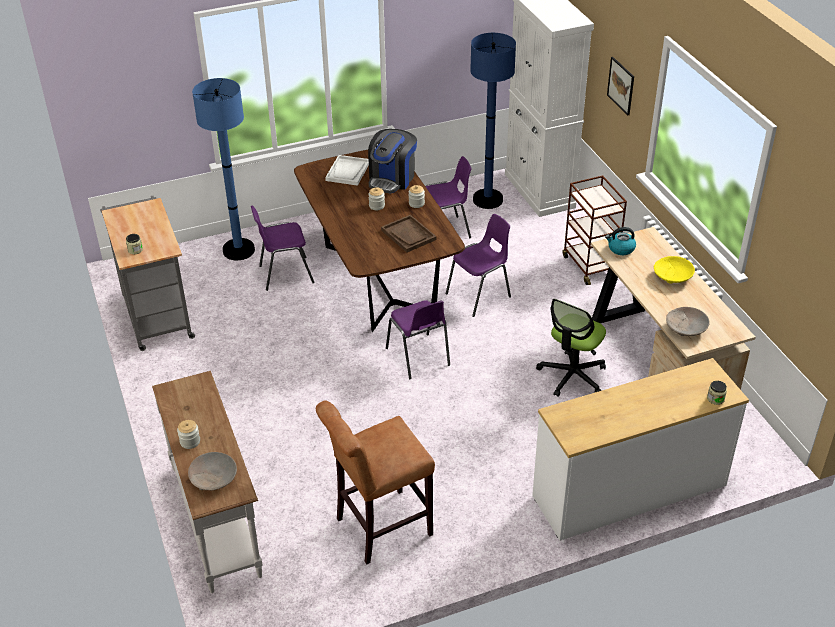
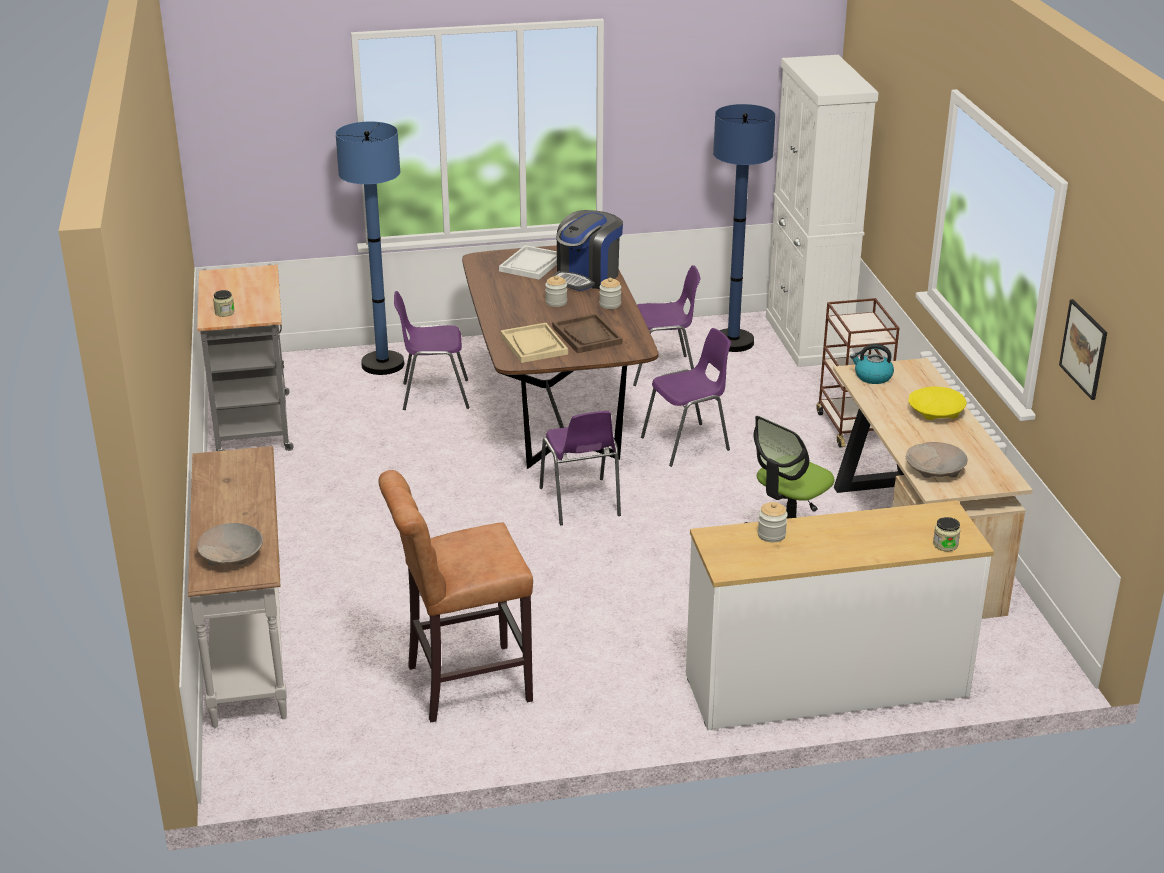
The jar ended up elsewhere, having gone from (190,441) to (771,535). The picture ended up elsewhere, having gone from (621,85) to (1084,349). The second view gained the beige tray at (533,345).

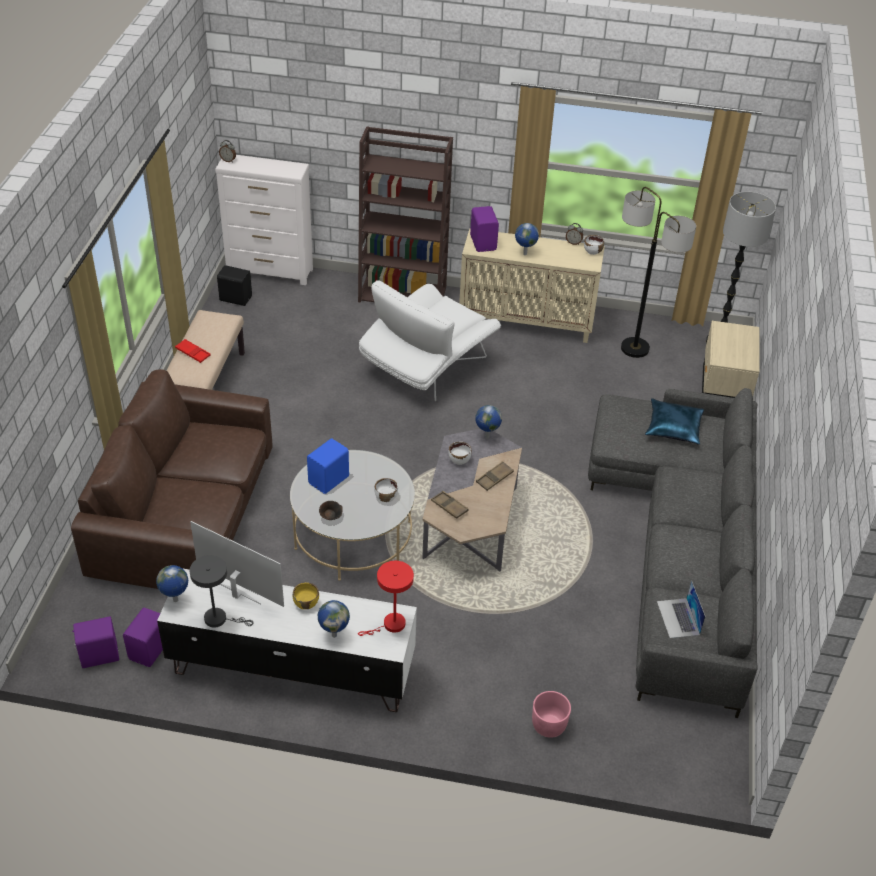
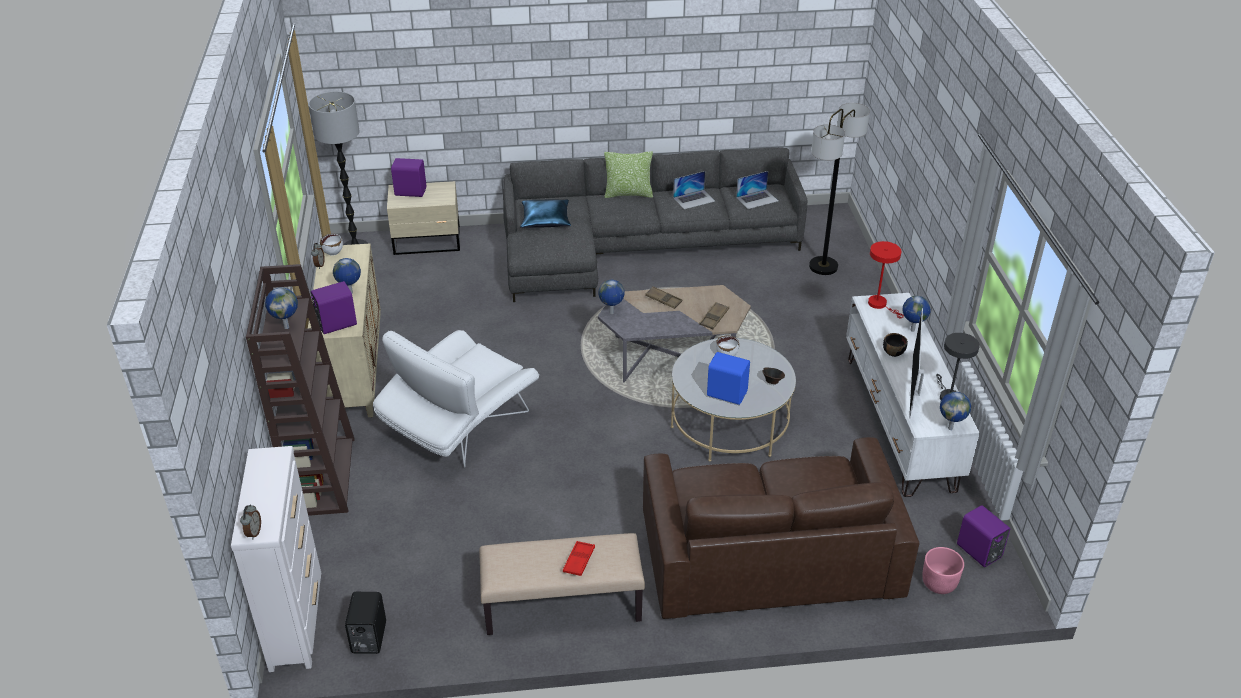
The purple speaker ended up elsewhere, having gone from (150,650) to (410,191). What was the yellow bowl at (306,603) turned into the black bowl at (893,352). The white armchair at (427,367) ended up facing another way, 105 degrees clockwise from before. The second view lost the white bowl at (459,460). The pink planter ended up elsewhere, having gone from (548,725) to (938,583). The floor lamp ended up elsewhere, having gone from (635,348) to (823,266). The second view gained the globe at (286,327). The second view gained the pillow at (628,194). The second view gained the laptop at (694,199).

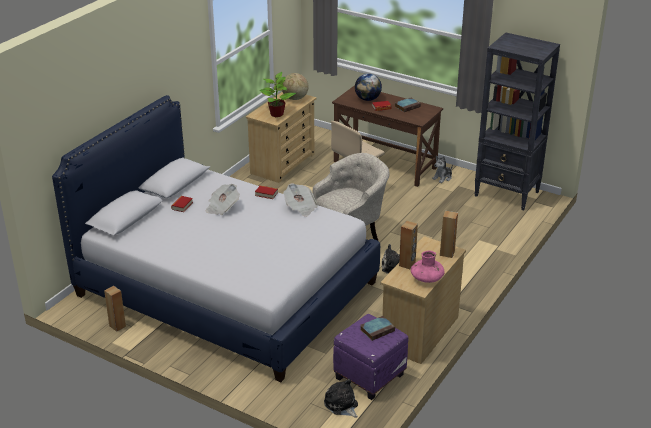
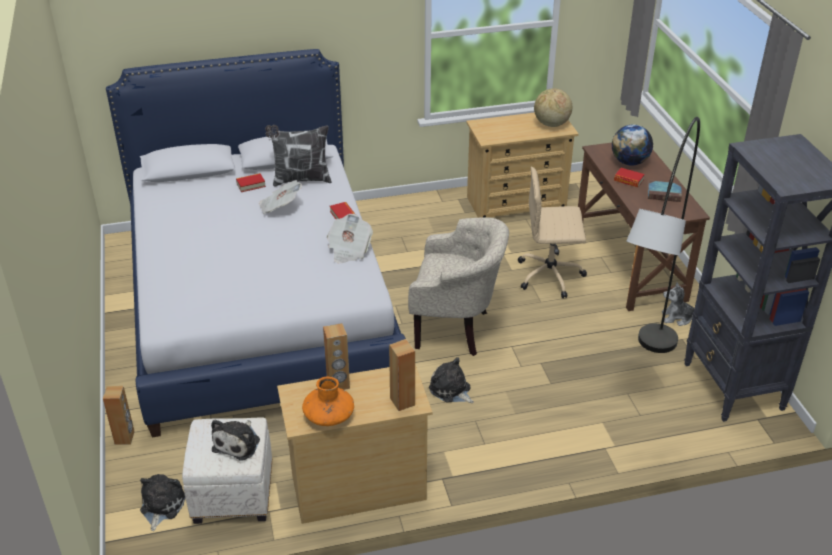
The brown speaker ended up elsewhere, having gone from (117,326) to (125,437). The second view lost the potted plant at (277,114). What was the purple ottoman at (369,375) turned into the white ottoman at (234,495). Where the book stood at (377,330), the plush toy came to stand at (238,443). What was the pink vase at (427,278) turned into the orange vase at (329,416). The second view gained the pillow at (300,179). The second view gained the grey floor lamp at (639,386).

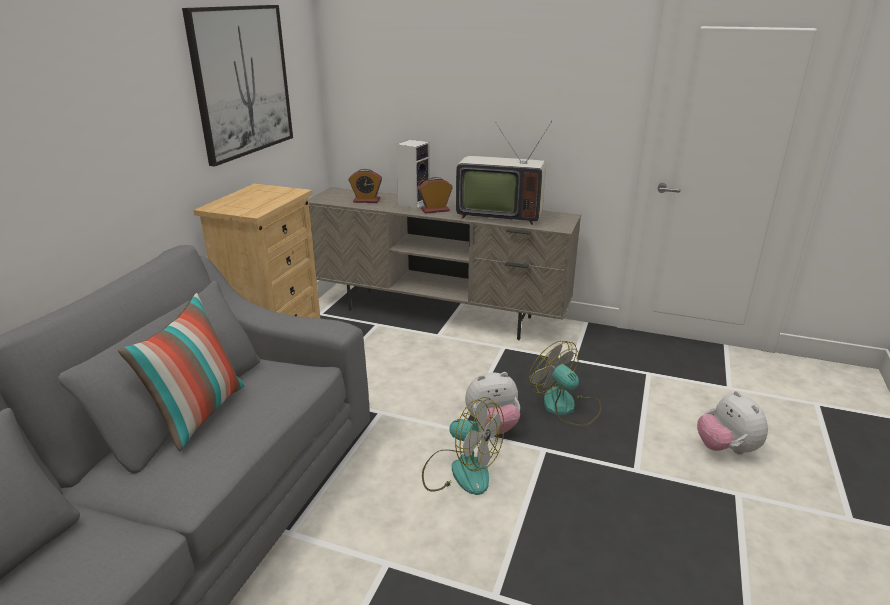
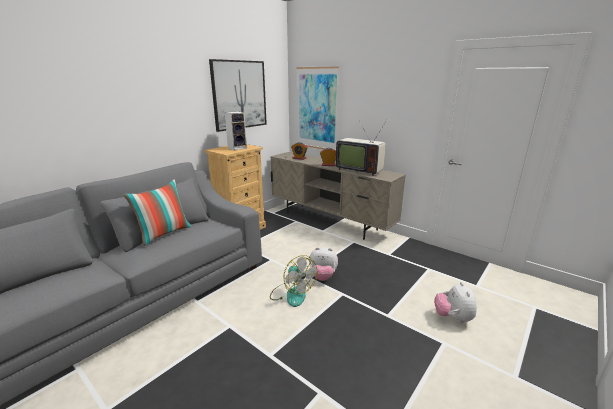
The speaker ended up elsewhere, having gone from (414,203) to (237,148). The second view lost the fan at (566,407). The second view gained the picture at (317,109).

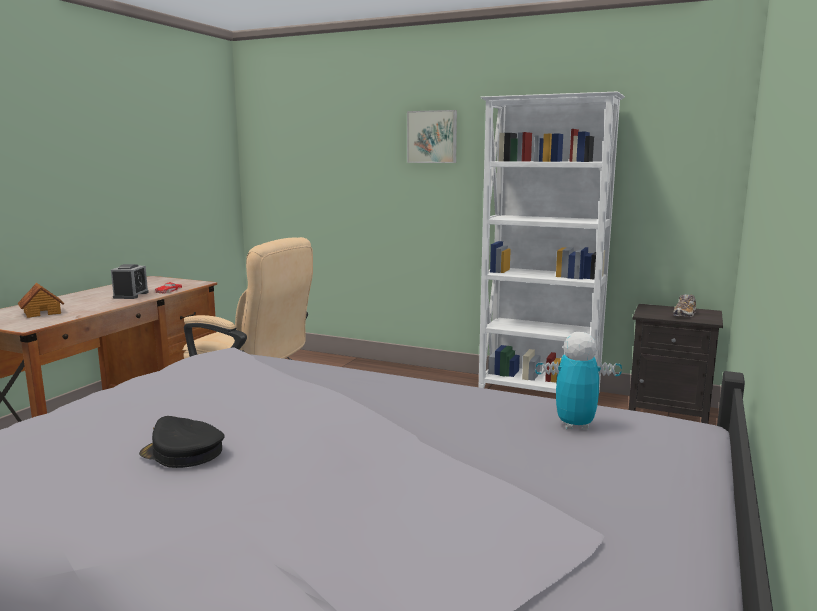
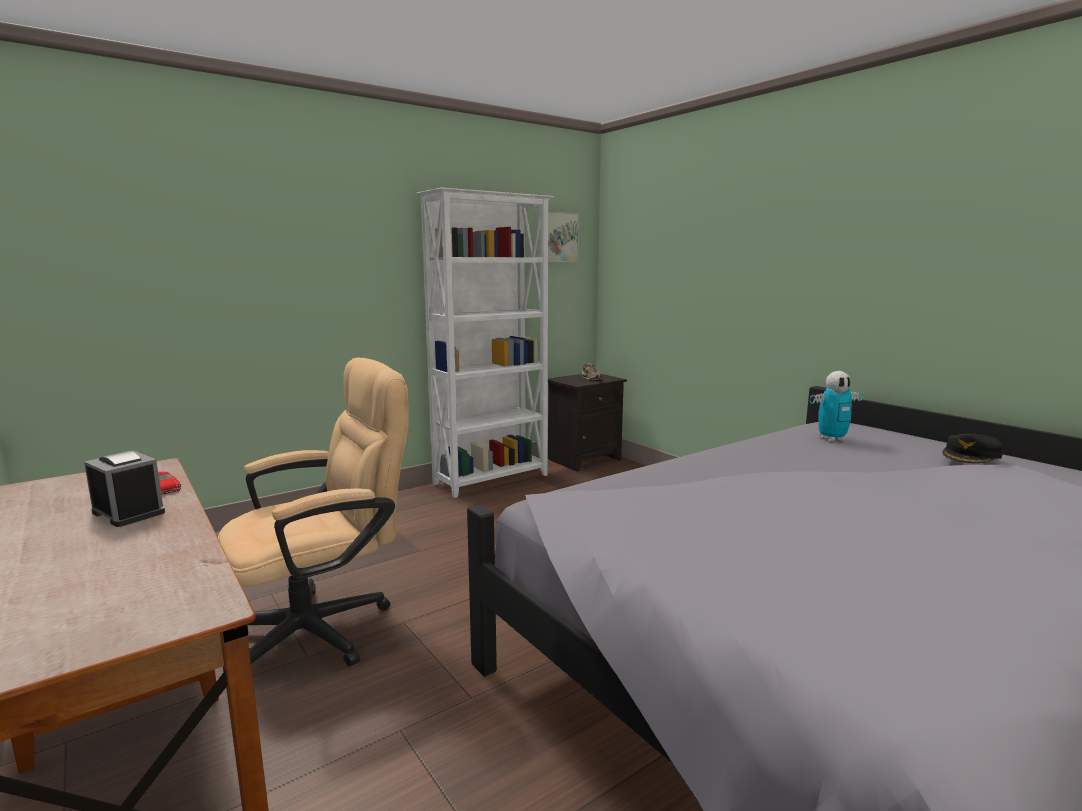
The second view lost the toy house at (42,312). The black cap ended up elsewhere, having gone from (182,453) to (971,455). The picture ended up elsewhere, having gone from (432,137) to (556,237). The toy robot at (574,425) ended up facing another way, 135 degrees counterclockwise from before.

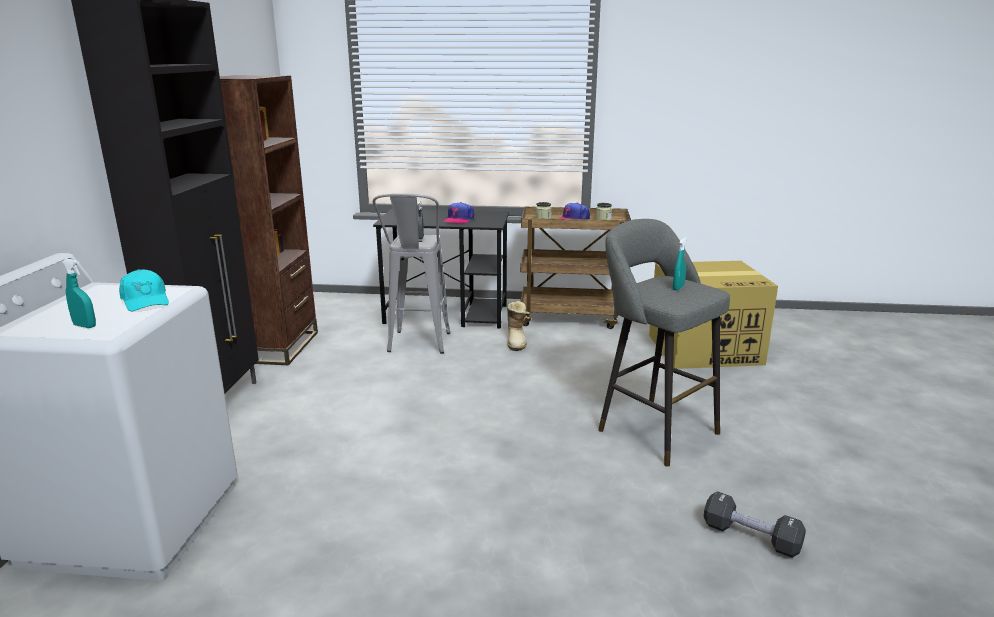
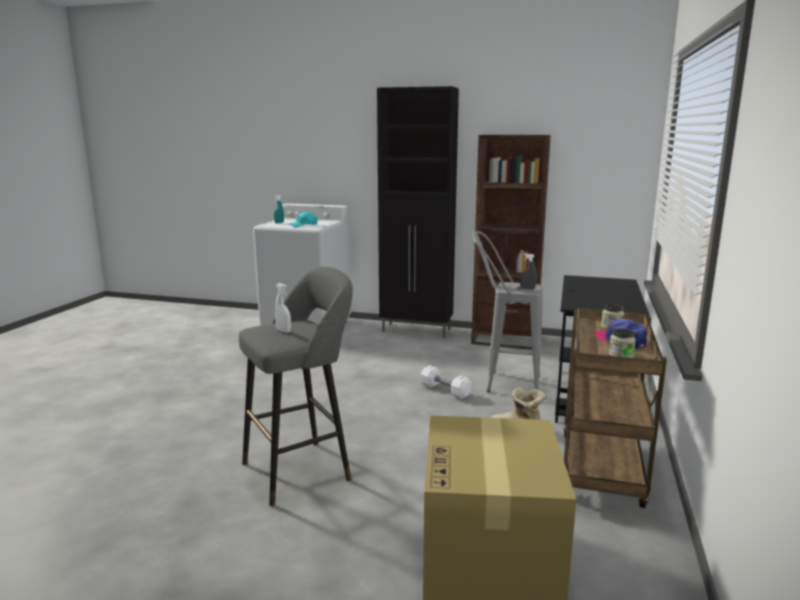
The second view lost the cap at (458,219). What was the turquoise spray bottle at (678,288) turned into the white spray bottle at (283,331). The second view lost the black dumbbell at (751,537). The second view gained the white dumbbell at (445,391).

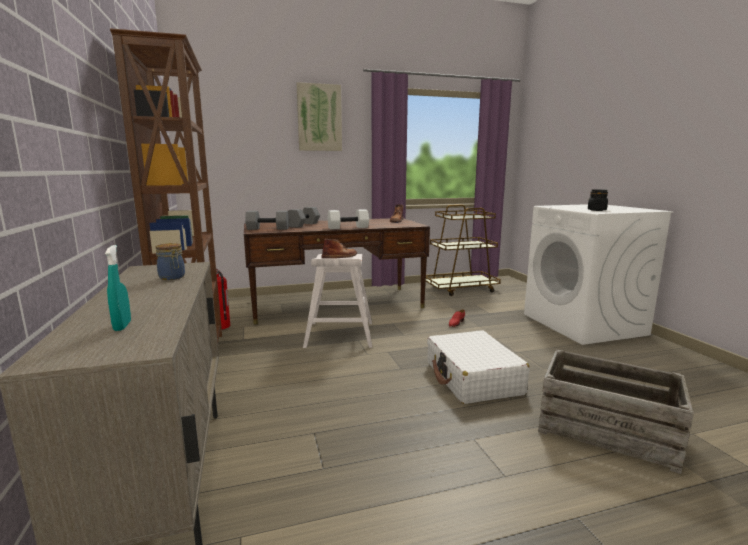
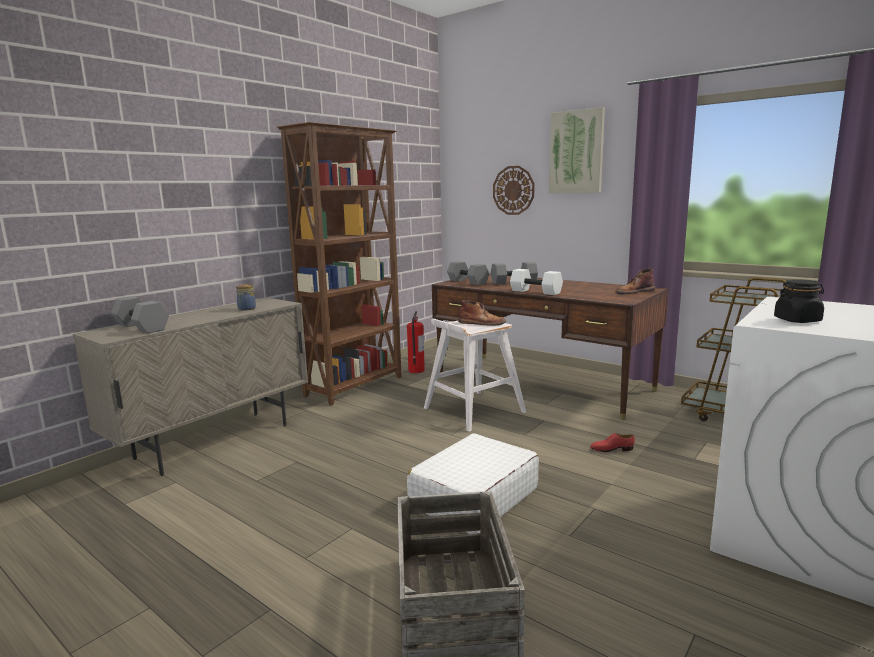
Where the turquoise spray bottle stood at (122,326), the grey dumbbell came to stand at (143,327). The second view gained the wall clock at (513,190).

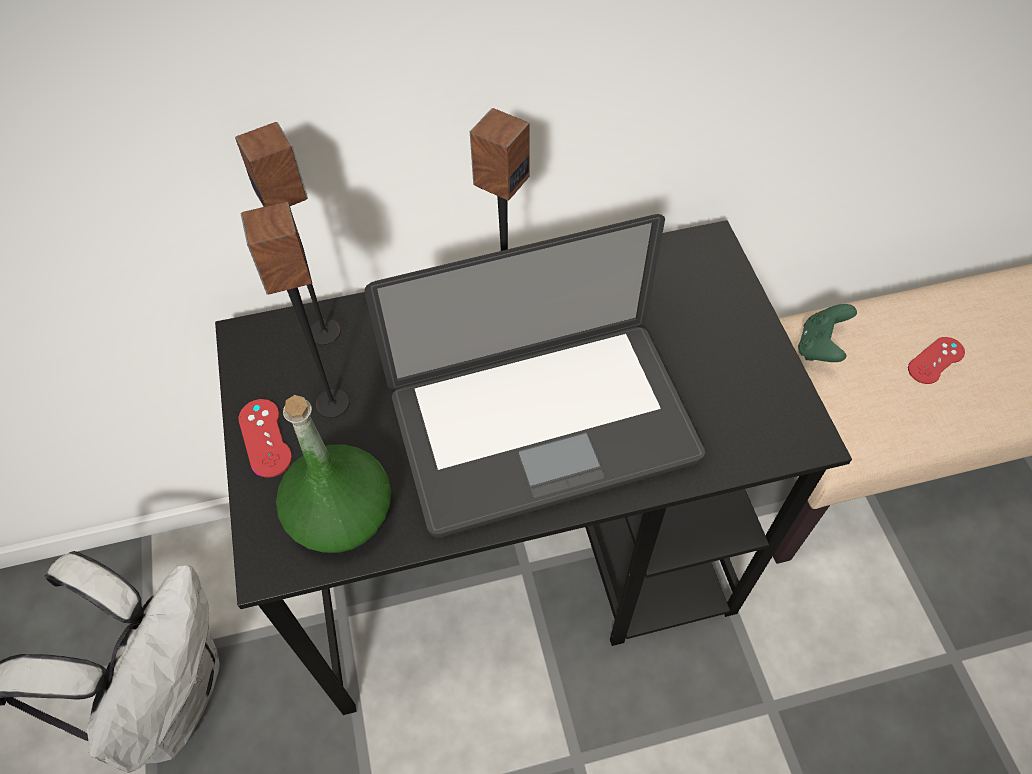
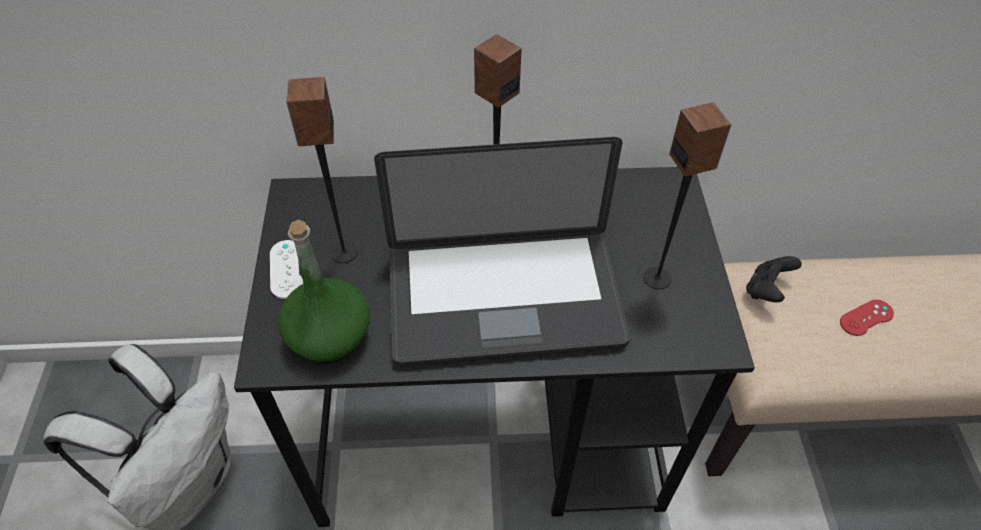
The speaker ended up elsewhere, having gone from (325,331) to (658,278). What was the red game controller at (265,438) turned into the white game controller at (286,269). What was the green game controller at (819,347) turned into the black game controller at (766,290).

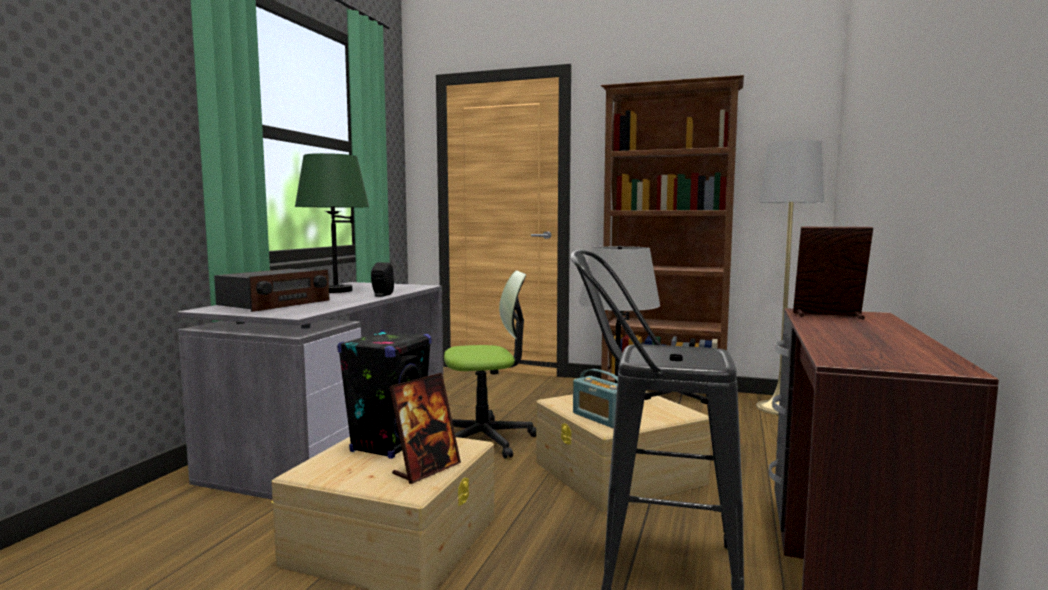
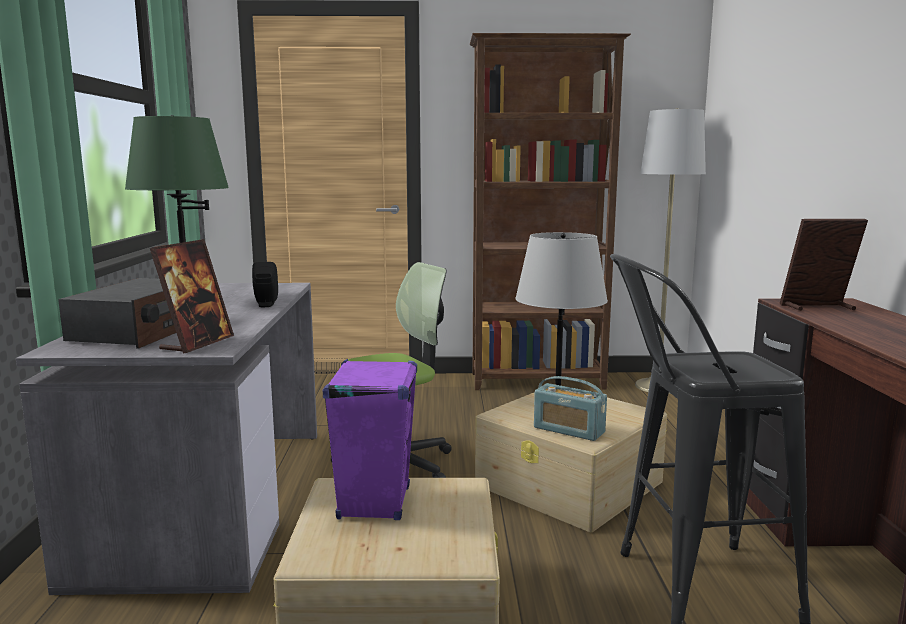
What was the black speaker at (388,445) turned into the purple speaker at (374,503). The picture frame ended up elsewhere, having gone from (426,469) to (197,343).

